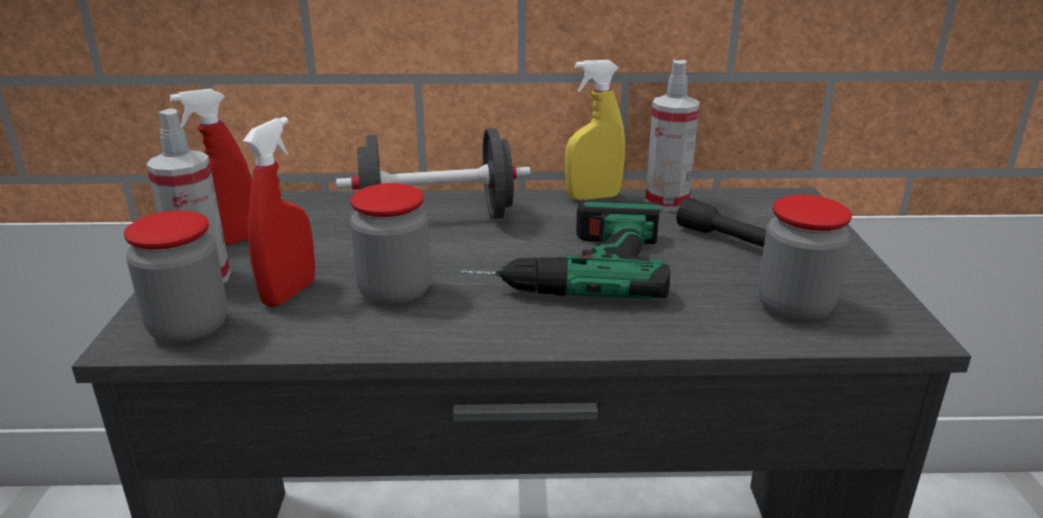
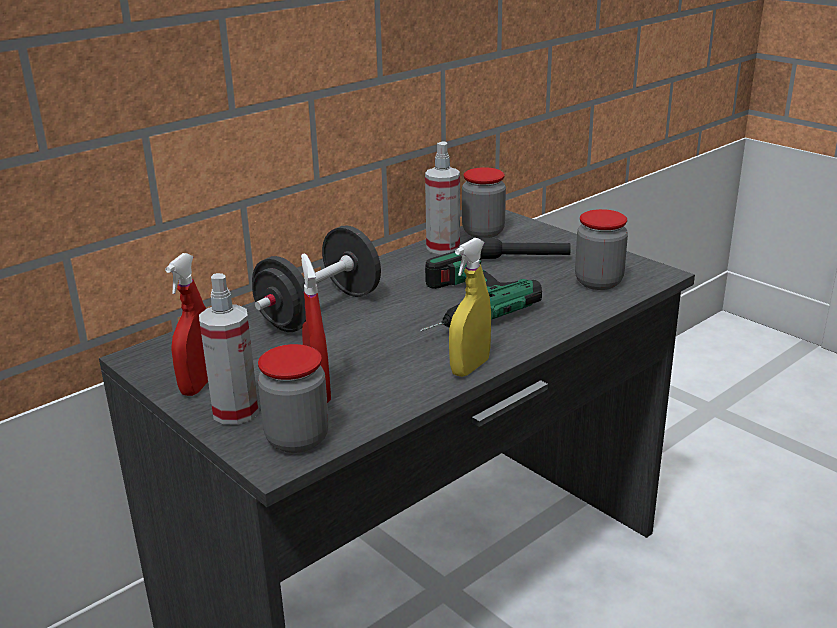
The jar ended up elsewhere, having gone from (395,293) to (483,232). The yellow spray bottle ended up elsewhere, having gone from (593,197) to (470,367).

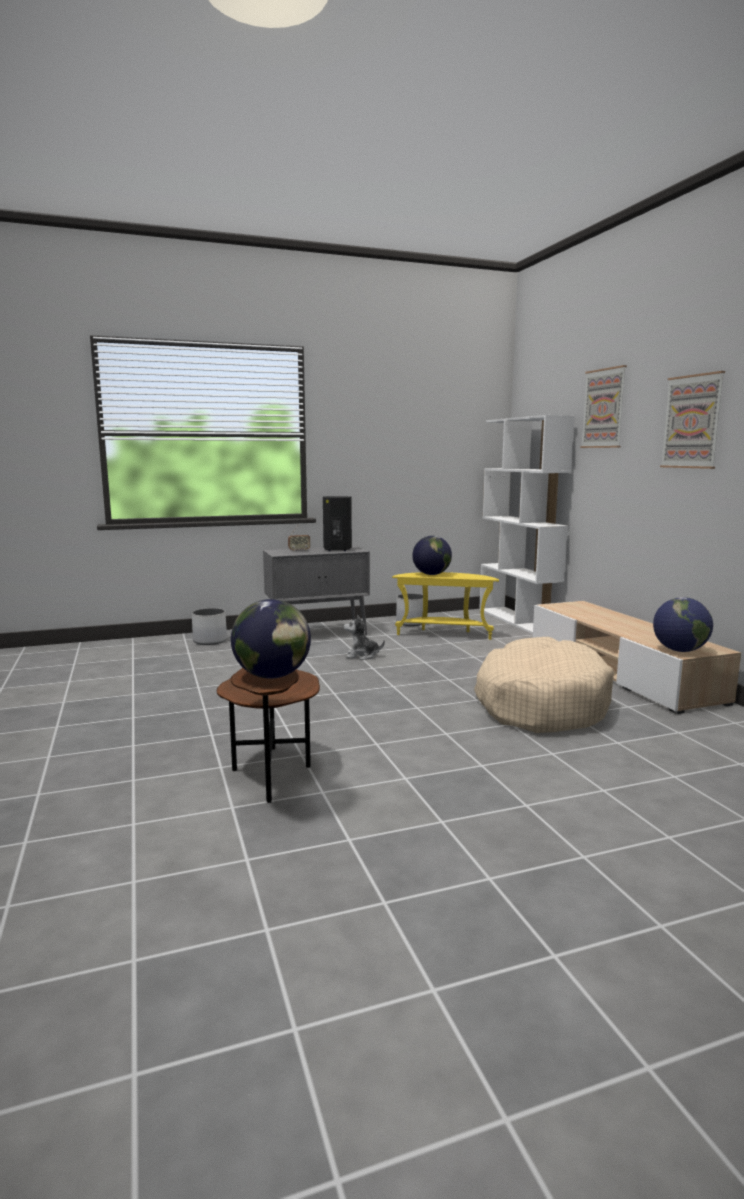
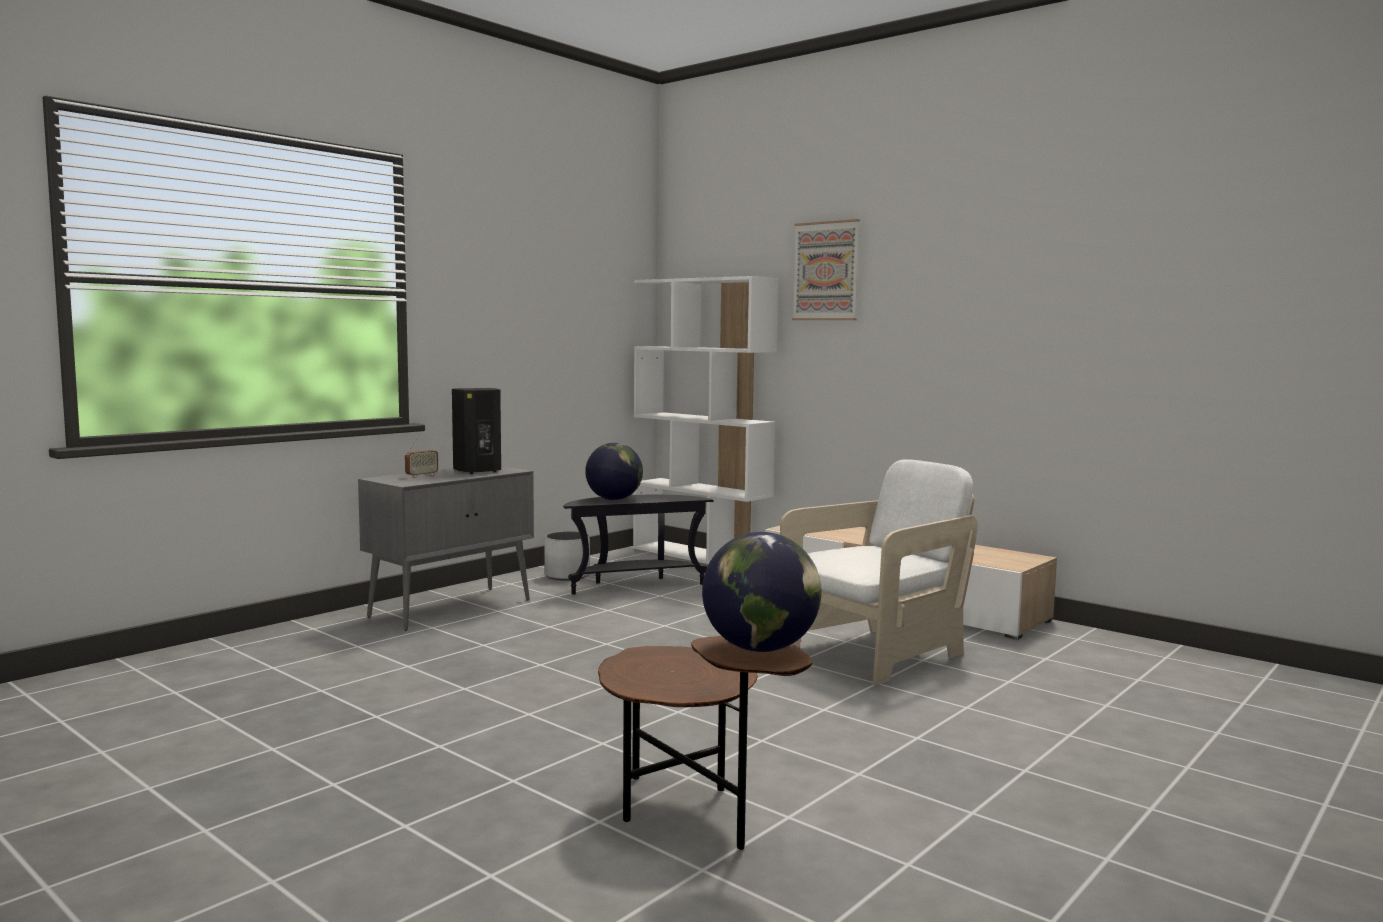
The second view lost the white planter at (210,641). The second view lost the plush toy at (362,656). What was the yellow side table at (444,634) turned into the black side table at (634,585). Where the beige dog bed stood at (540,704), the white armchair came to stand at (874,654). The second view lost the globe at (679,650). The second view lost the picture at (692,422).

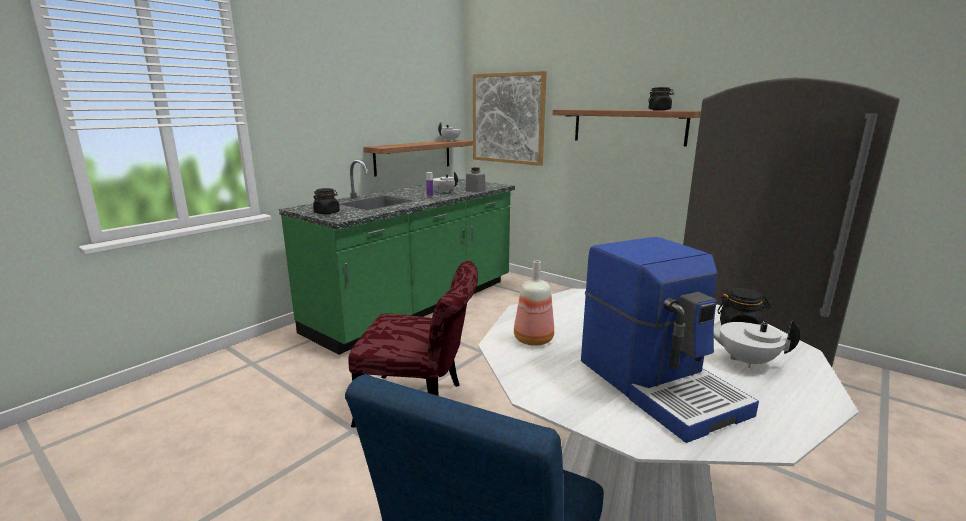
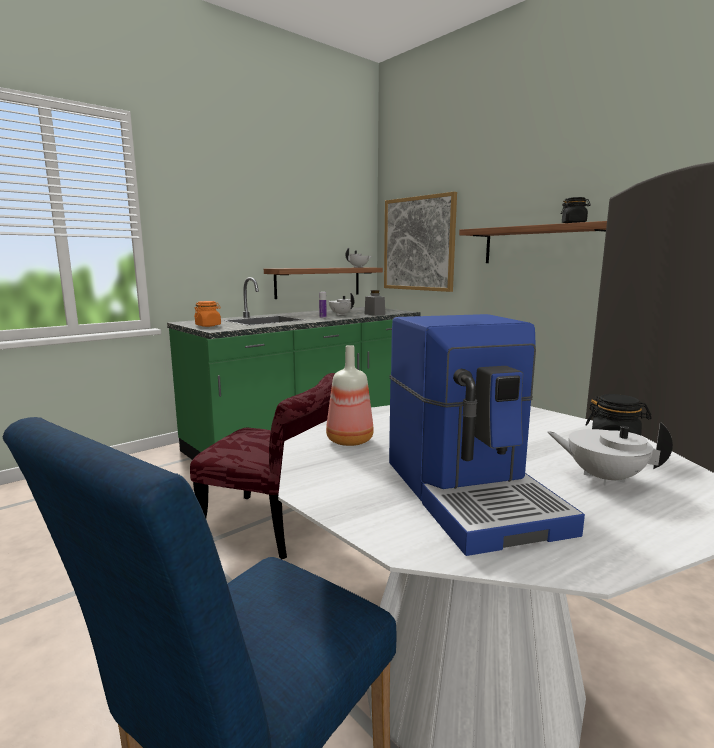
What was the black jar at (327,213) turned into the orange jar at (208,325).

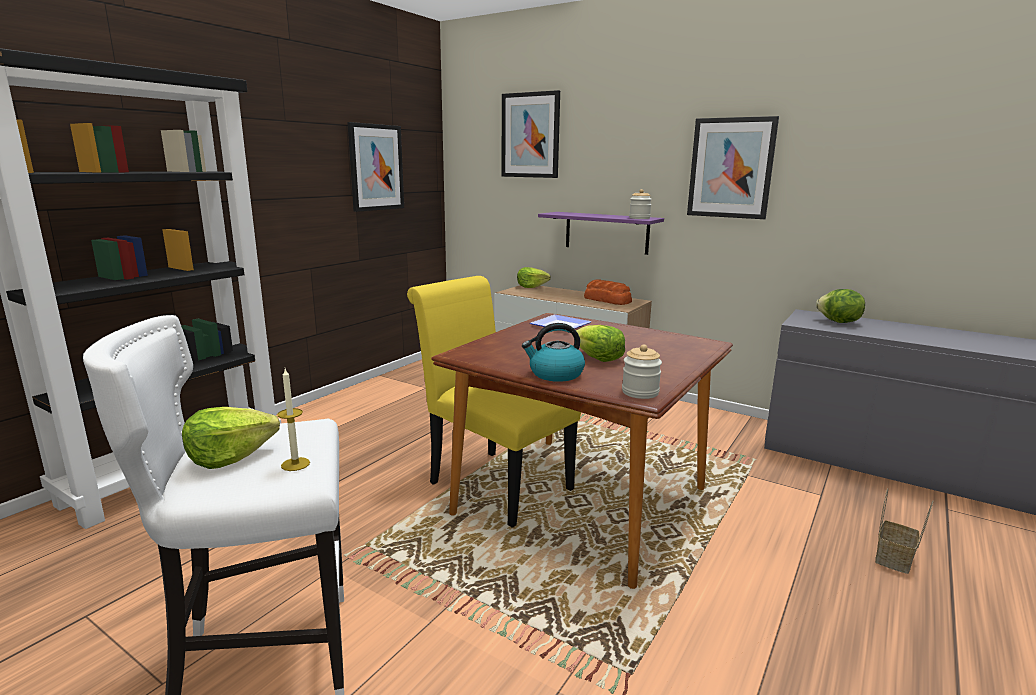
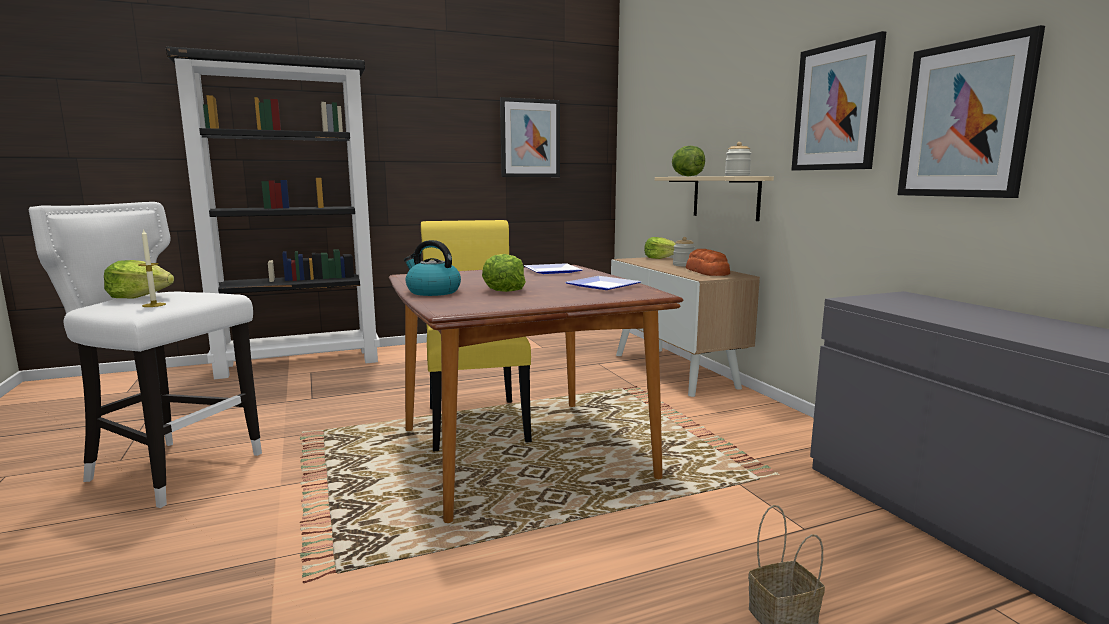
The picture ended up elsewhere, having gone from (530,135) to (965,120). What was the purple shelf at (606,232) turned into the beige shelf at (725,197). The jar ended up elsewhere, having gone from (640,392) to (683,265). The lettuce ended up elsewhere, having gone from (838,322) to (686,176). The second view gained the plate at (603,286).

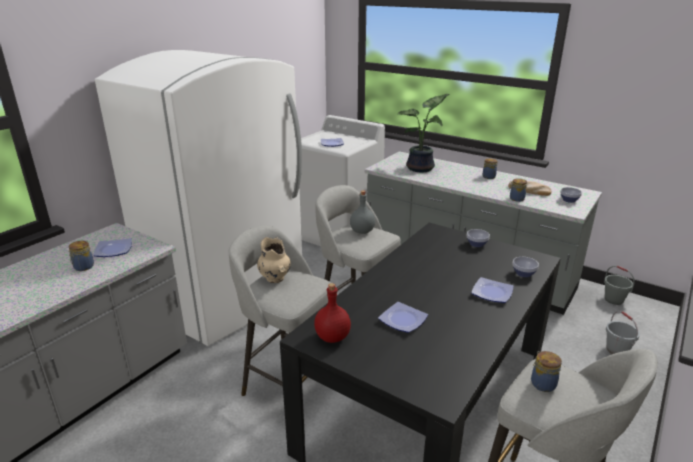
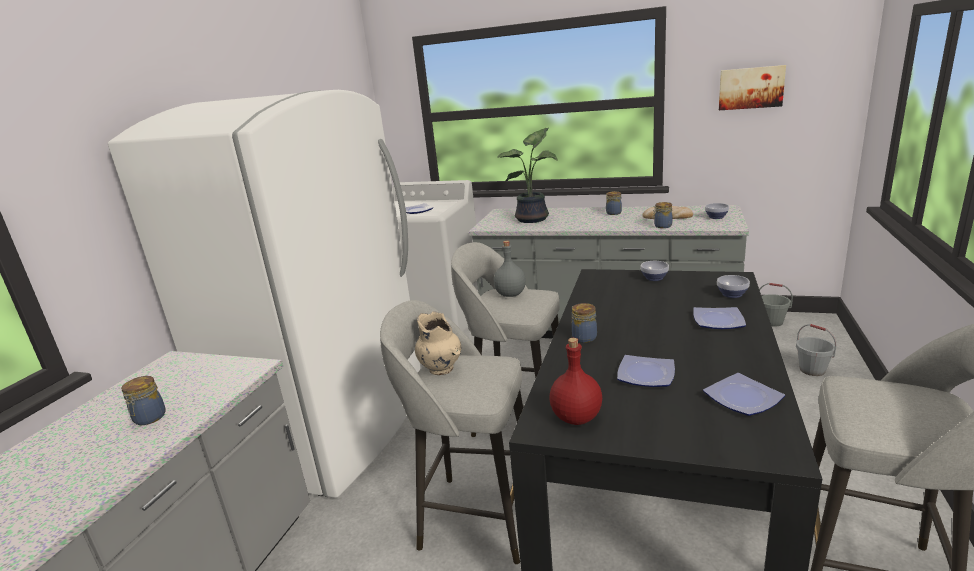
The plate ended up elsewhere, having gone from (114,250) to (742,398). The jar ended up elsewhere, having gone from (542,383) to (583,337). The second view gained the picture at (750,88).

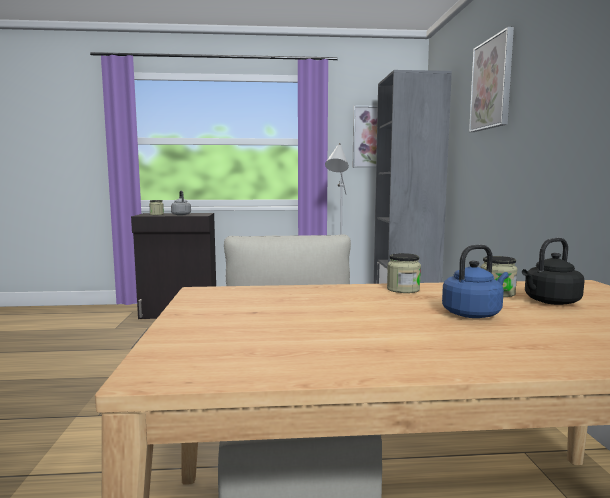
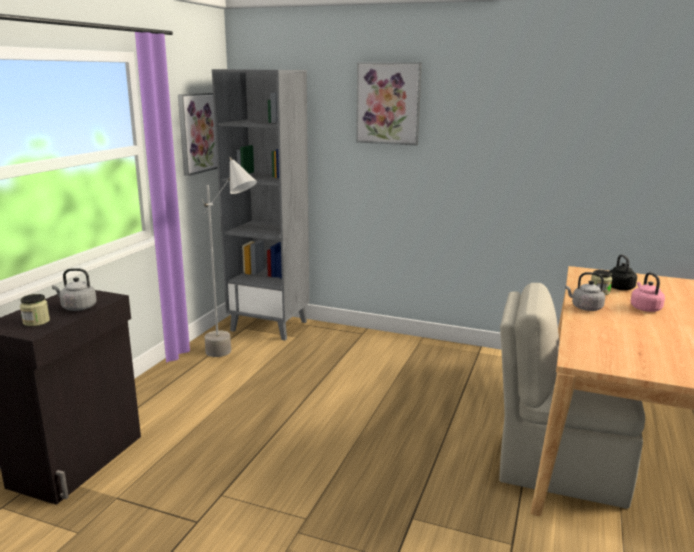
Where the jar stood at (403,289), the grey kettle came to stand at (585,307). What was the blue kettle at (473,313) turned into the pink kettle at (644,308).

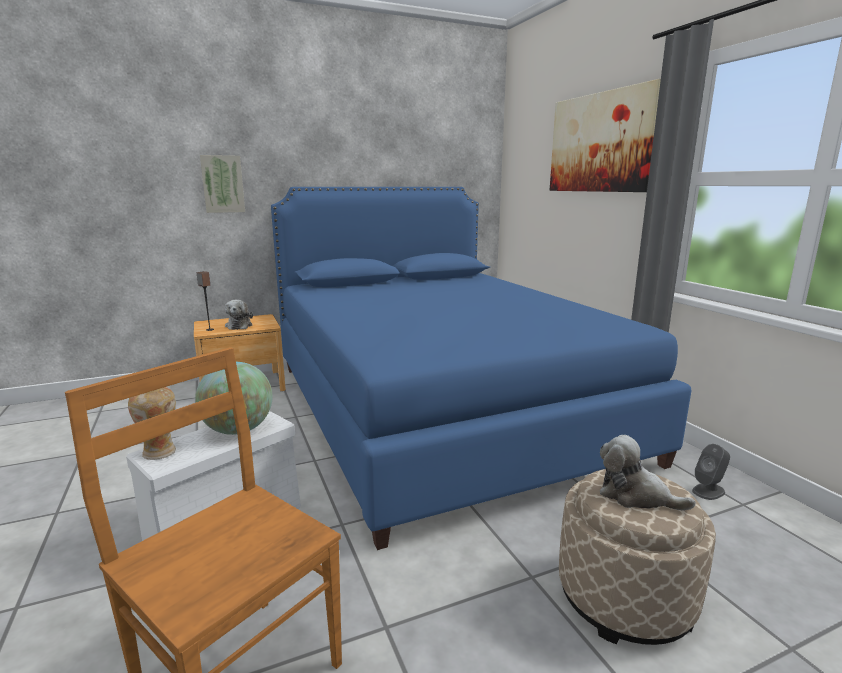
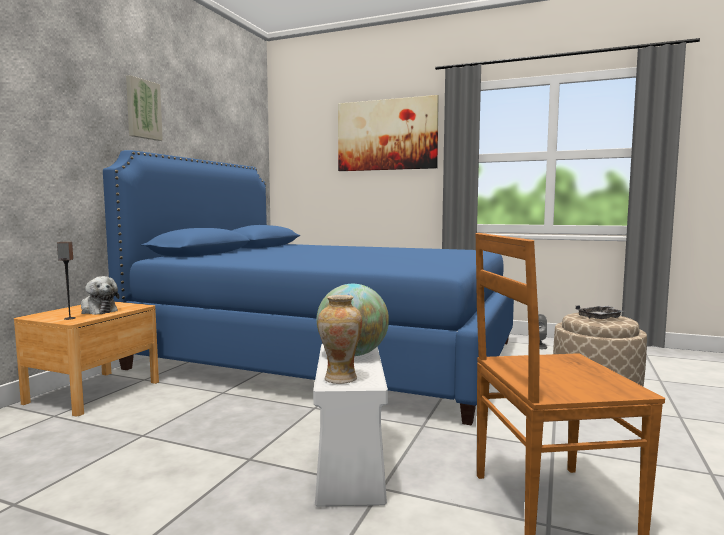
The picture ended up elsewhere, having gone from (223,184) to (142,109). Where the plush toy stood at (635,495), the grey tray came to stand at (601,318).

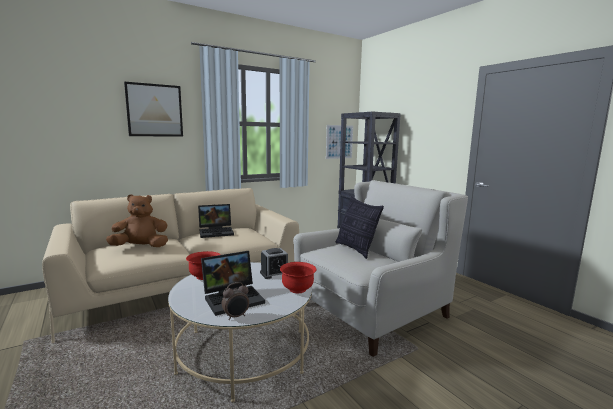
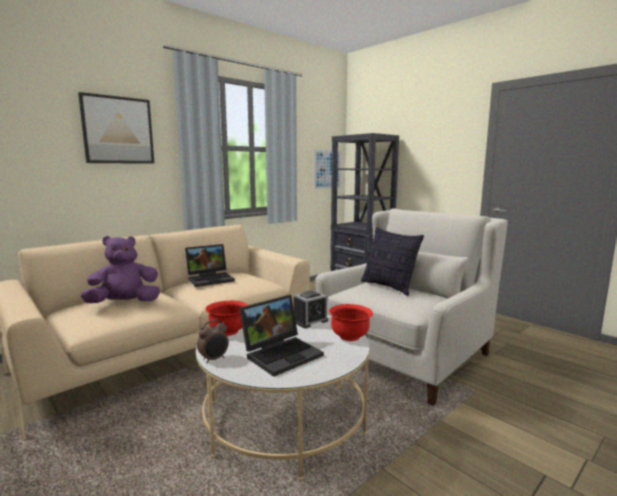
What was the brown plush toy at (141,247) turned into the purple plush toy at (125,303). The alarm clock ended up elsewhere, having gone from (236,316) to (214,359).

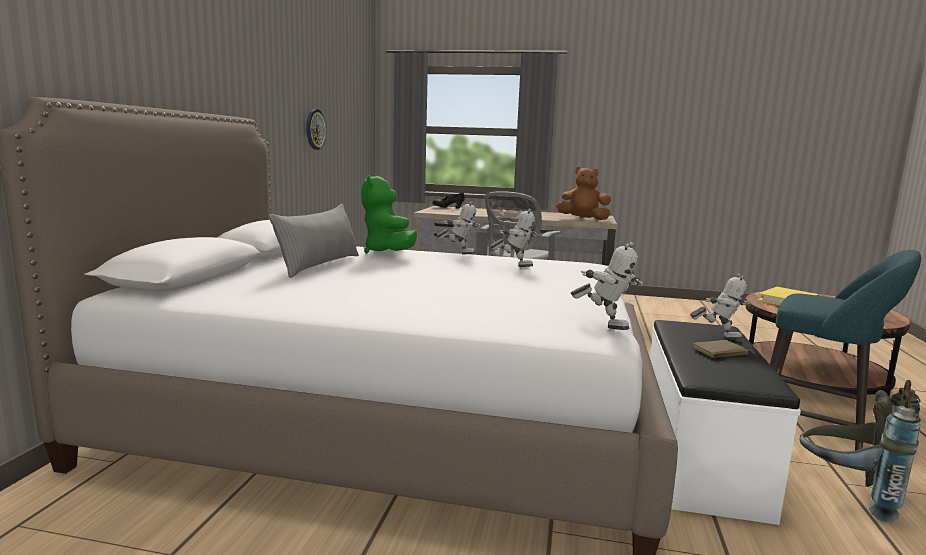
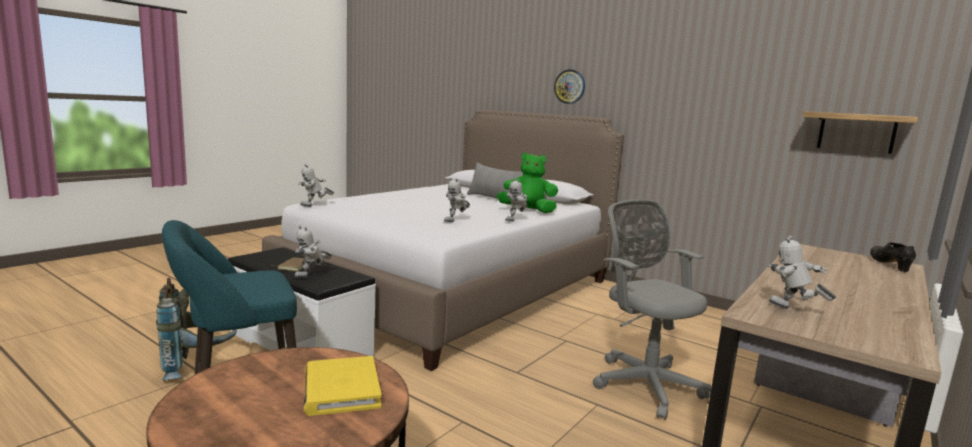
The wall clock ended up elsewhere, having gone from (315,129) to (569,86). Where the brown plush toy stood at (583,219), the toy robot came to stand at (792,311). The second view gained the shelf at (856,132).

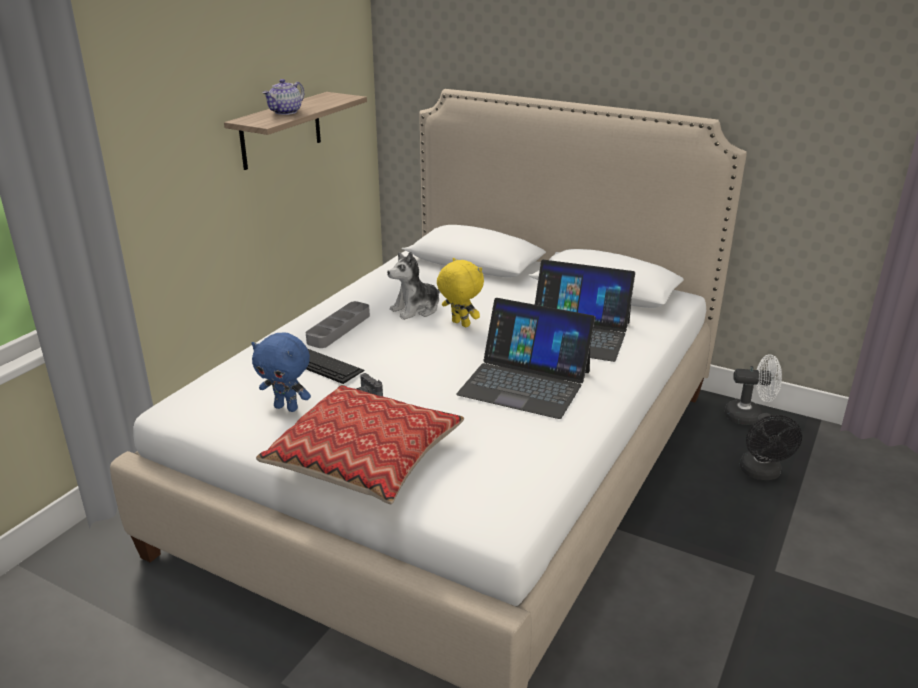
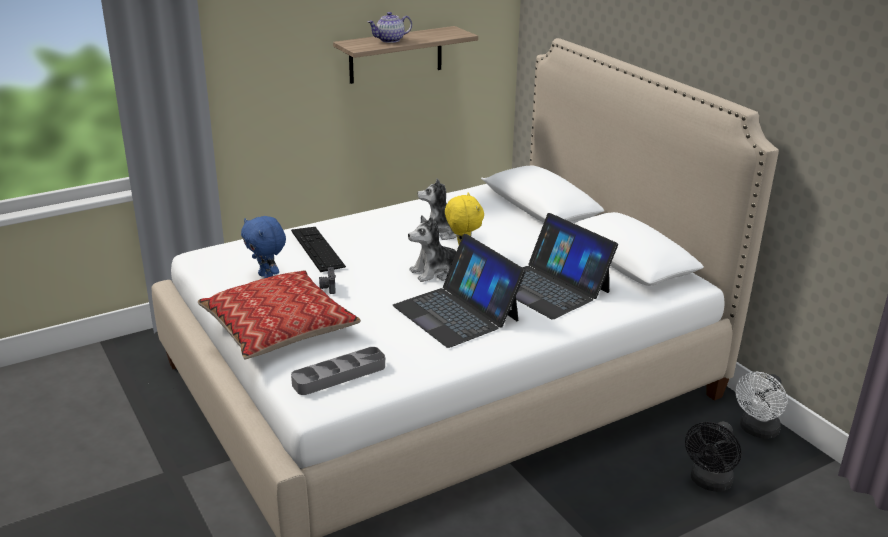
The grey tray ended up elsewhere, having gone from (339,328) to (339,375). The white fan at (749,416) ended up facing another way, 90 degrees clockwise from before. The second view gained the plush toy at (435,272).

